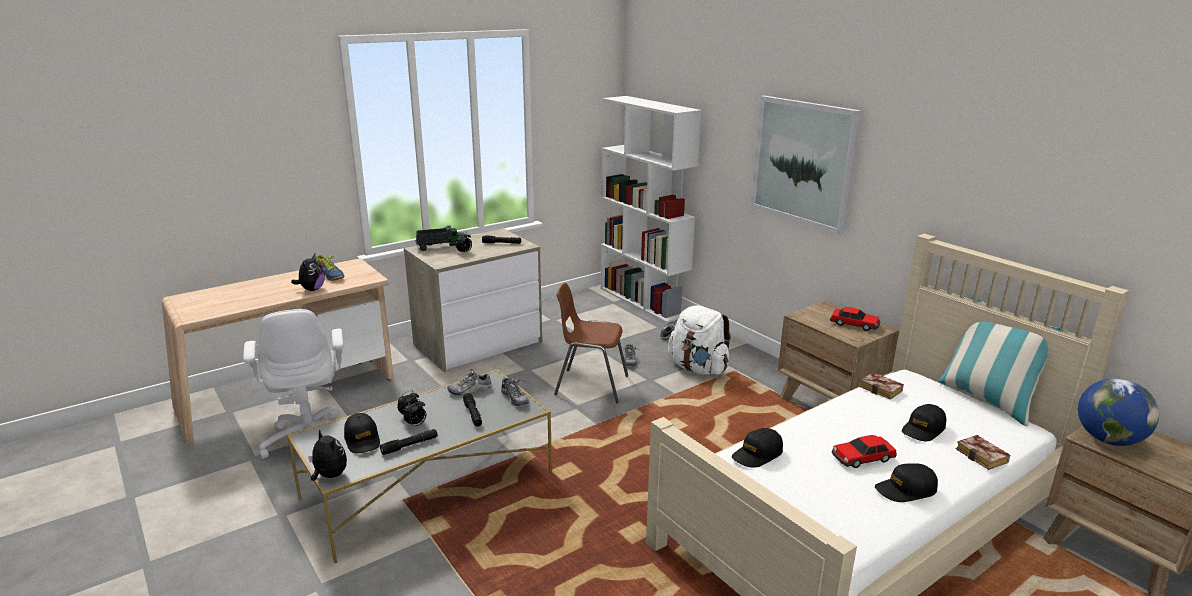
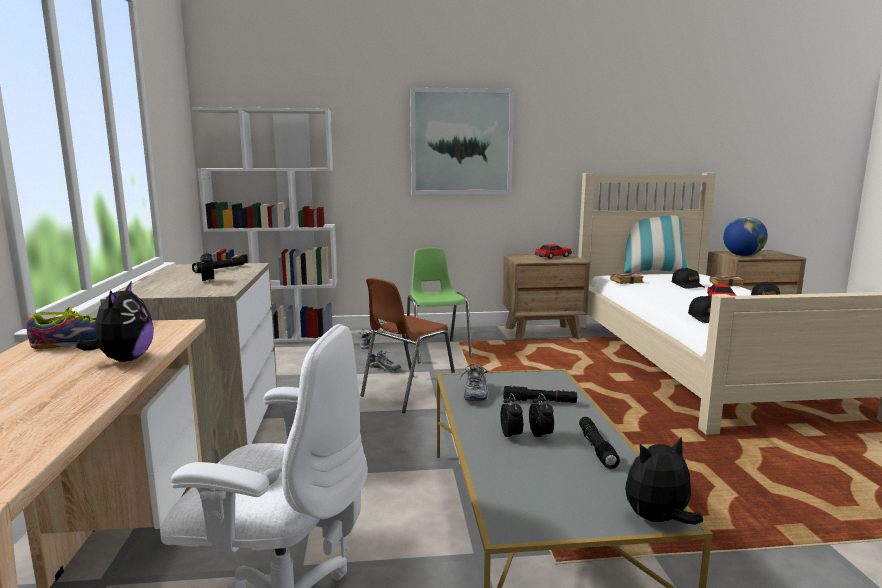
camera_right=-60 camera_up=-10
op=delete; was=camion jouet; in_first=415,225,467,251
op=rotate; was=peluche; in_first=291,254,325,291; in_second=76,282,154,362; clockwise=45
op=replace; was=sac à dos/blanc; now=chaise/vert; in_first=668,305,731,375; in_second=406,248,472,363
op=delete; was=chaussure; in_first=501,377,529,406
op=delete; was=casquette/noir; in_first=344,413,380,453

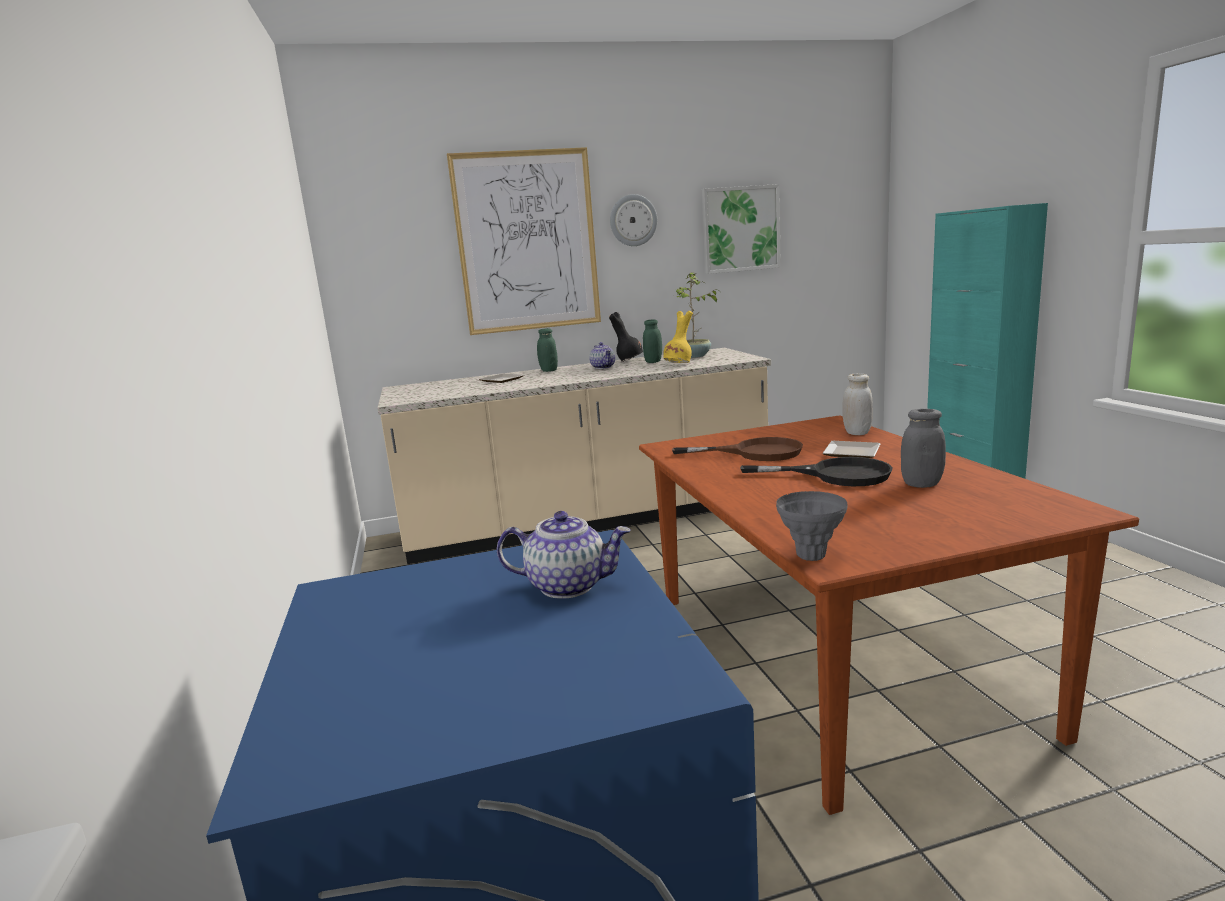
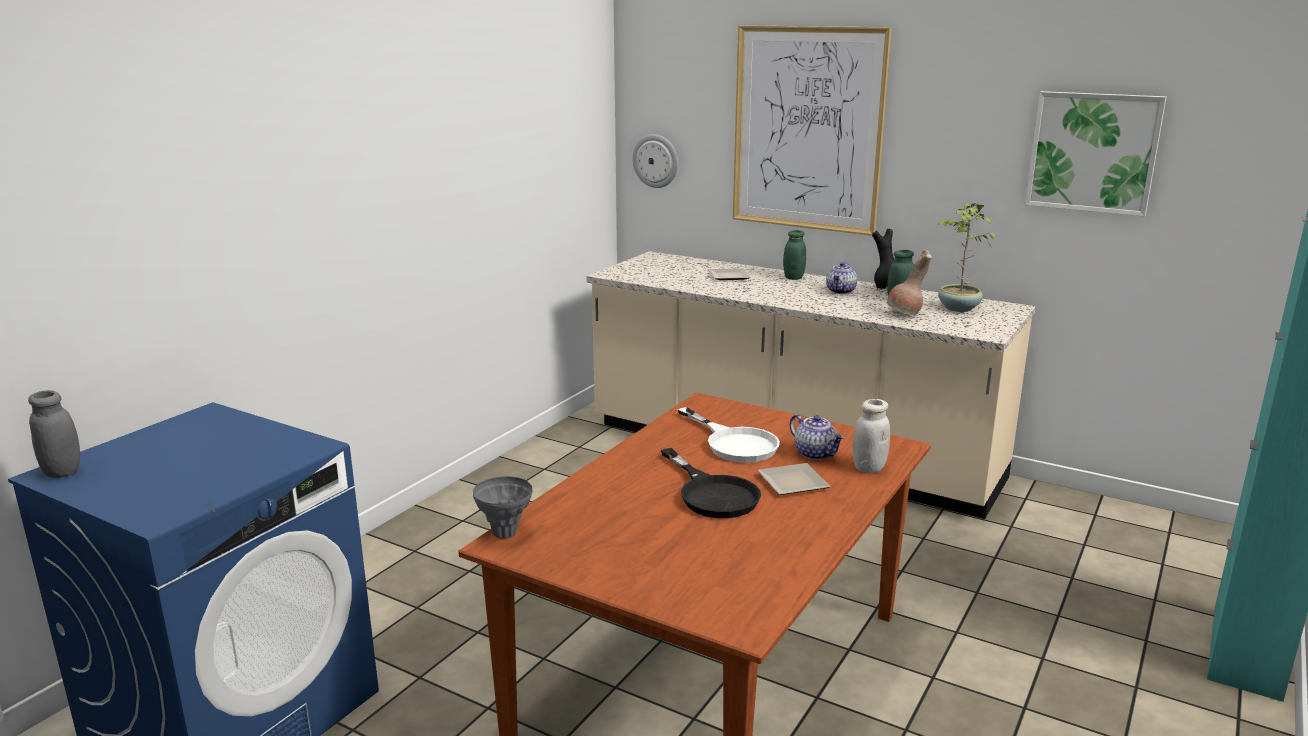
camera_right=45 camera_up=5
op=move; was=horloge murale; in_first=610,194,657,246; in_second=632,134,678,188
op=recolor; was=vase/jaune; now=vase/marron; in_first=663,311,693,363; in_second=886,250,932,316
op=move; was=bocal/gris; in_first=901,409,946,488; in_second=28,390,80,478
op=recolor; was=poêle/marron; now=poêle/blanc; in_first=672,437,803,461; in_second=678,407,780,463
op=move; was=théière; in_first=497,511,631,599; in_second=790,414,844,460

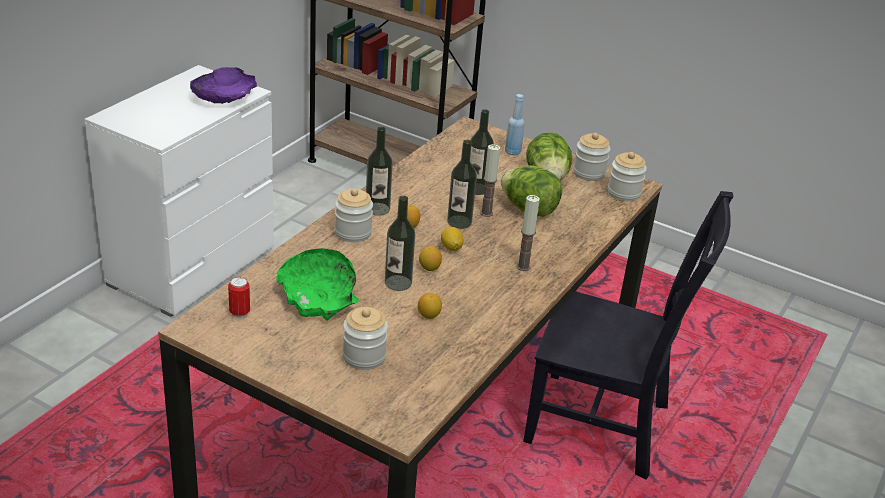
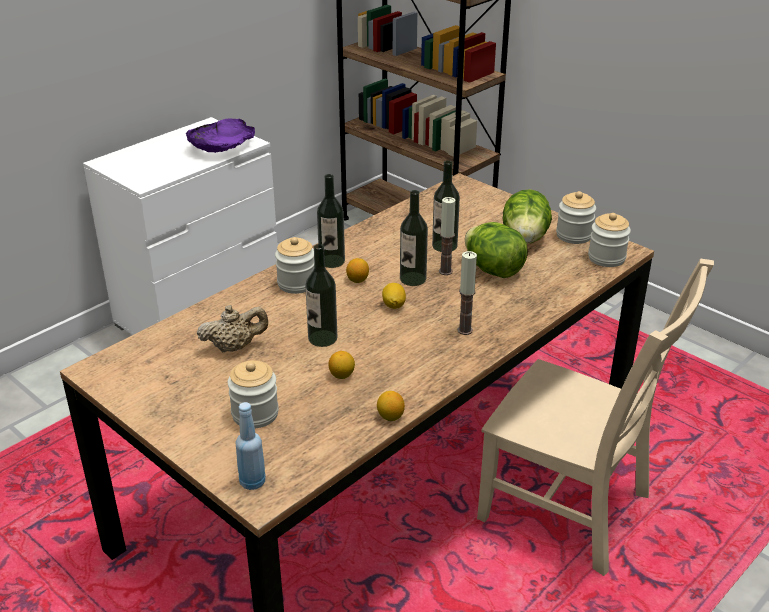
camera_right=15 camera_up=0
op=move; was=bouteille/bleu; in_first=505,94,525,155; in_second=235,402,266,490
op=recolor; was=chaise/noir; now=chaise/beige; in_first=523,191,734,480; in_second=477,259,714,576
op=move; was=citron; in_first=419,246,442,271; in_second=377,391,405,421
op=replace; was=bol/vert; now=théière/beige; in_first=276,248,359,321; in_second=197,305,268,352
op=delete; was=boîte métallique; in_first=228,277,250,318

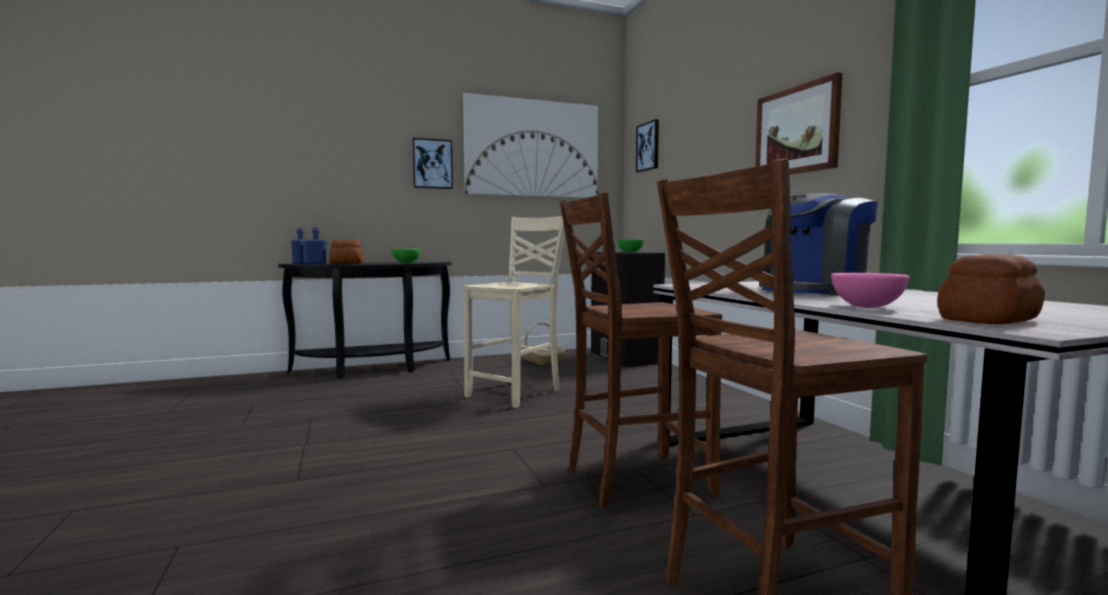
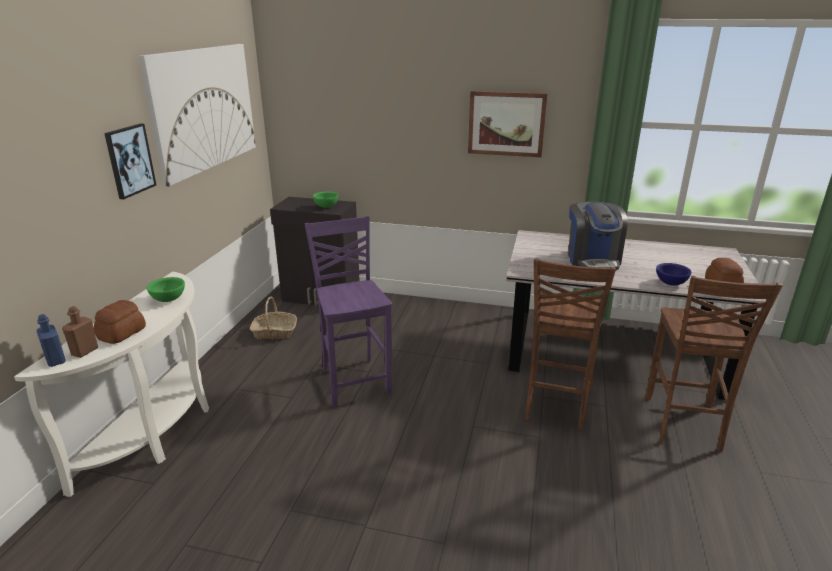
camera_right=-55 camera_up=20
op=delete; was=tableau; in_first=636,119,659,172
op=recolor; was=chaise/beige; now=chaise/violet; in_first=464,216,565,408; in_second=304,216,392,407
op=recolor; was=bouteille/bleu; now=bouteille/marron; in_first=306,228,327,264; in_second=62,306,98,358
op=recolor; was=table console/noir; now=table console/blanc; in_first=278,262,452,379; in_second=14,272,209,497
op=recolor; was=bol/rose; now=bol/bleu; in_first=831,273,910,308; in_second=656,263,692,286

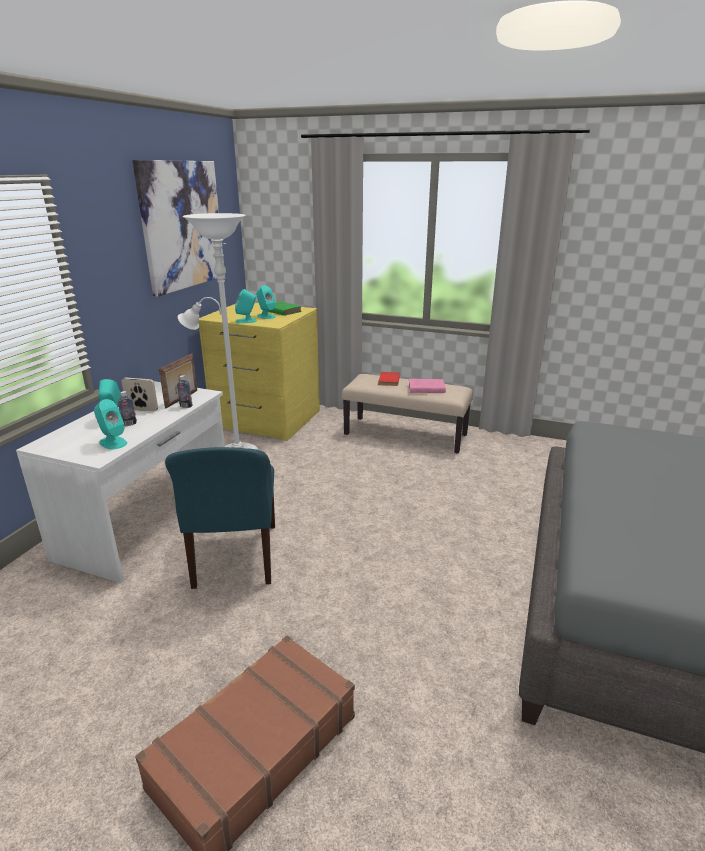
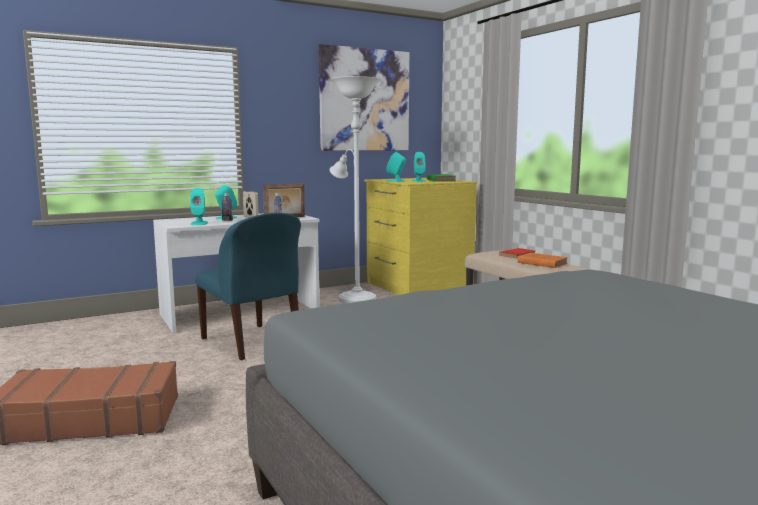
camera_right=40 camera_up=-15
op=recolor; was=livre/rose; now=livre/orange; in_first=408,379,446,393; in_second=518,253,568,268
op=rotate; was=chaise/bleu; in_first=165,447,275,589; in_second=195,213,301,360; clockwise=-75

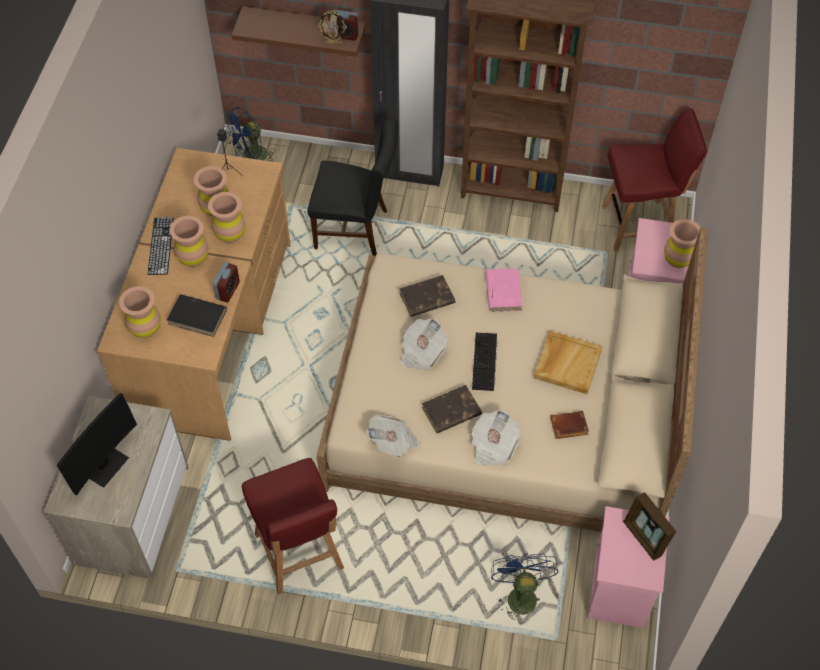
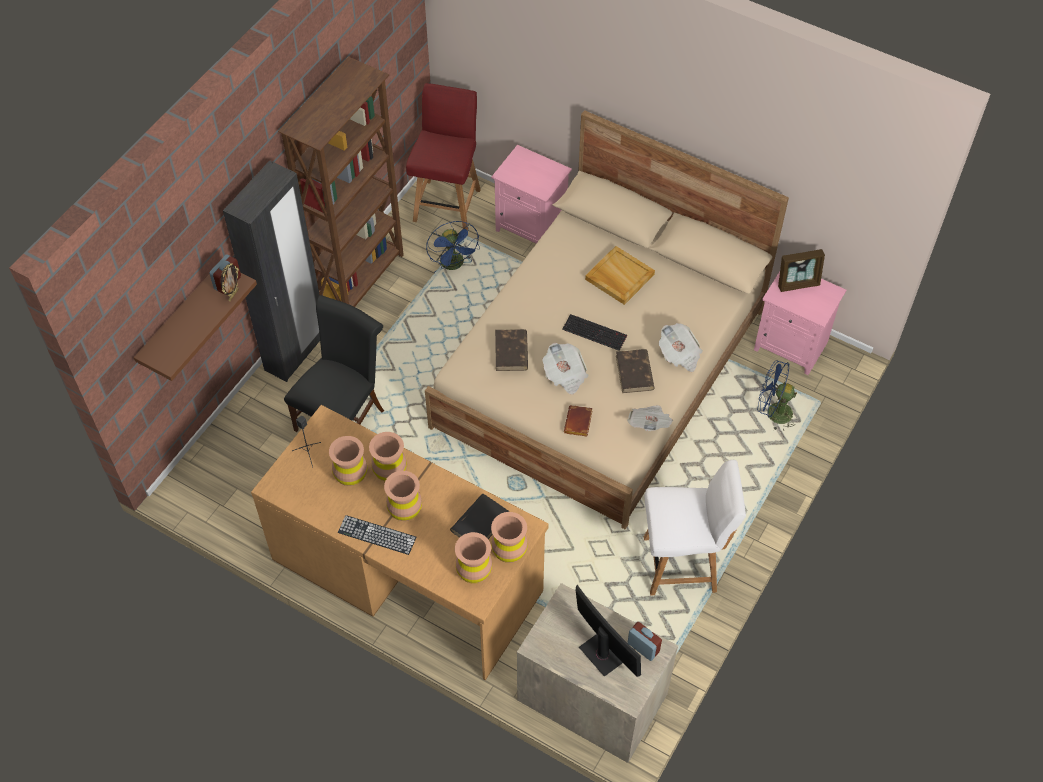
camera_right=-70 camera_up=0
op=move; was=ventilateur/bleu; in_first=223,107,275,162; in_second=426,221,480,273
op=move; was=vase/marron; in_first=664,219,701,268; in_second=491,512,528,563
op=move; was=réveil; in_first=213,262,240,303; in_second=627,622,662,661
op=delete; was=livre/rose; in_first=485,268,522,312
op=move; was=livre/marron; in_first=550,411,589,439; in_second=564,405,592,437
op=recolor; was=chaise/rouge; now=chaise/blanc; in_first=242,458,344,595; in_second=644,460,746,595

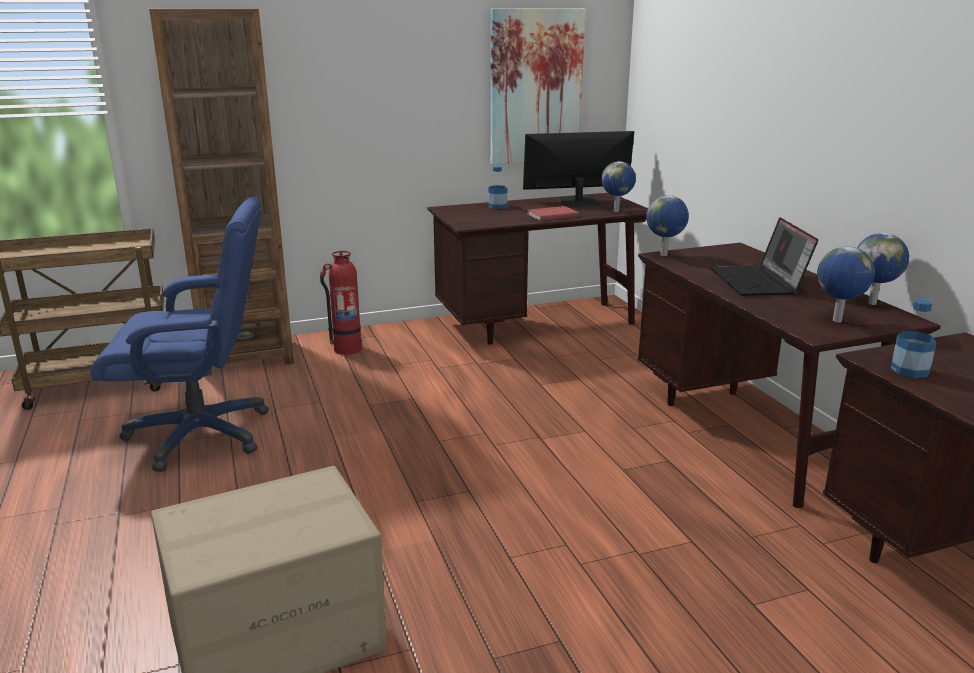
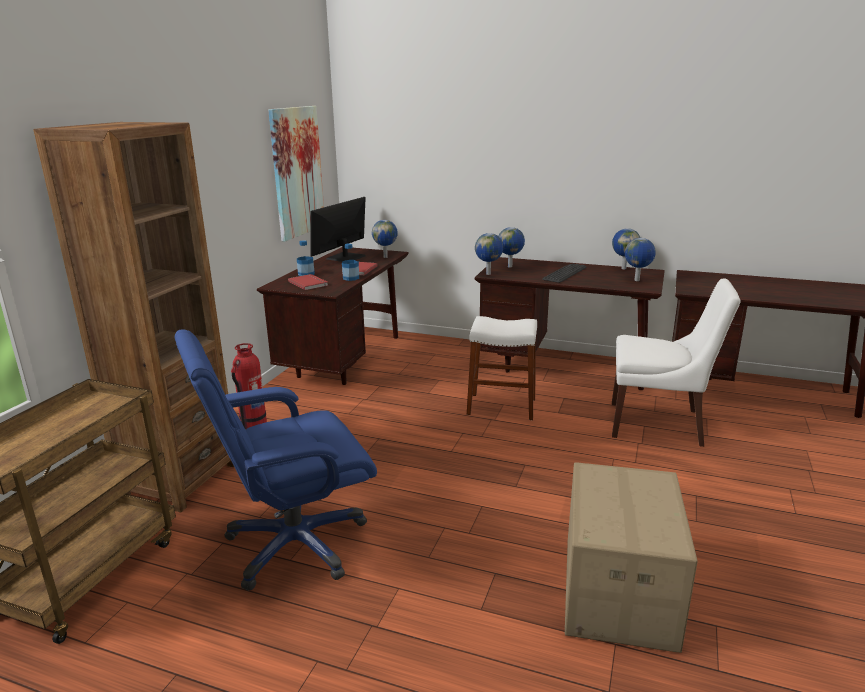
camera_right=-50 camera_up=0
op=rotate; was=chaise de bureau/bleu; in_first=90,196,269,472; in_second=175,329,377,591; clockwise=-150
op=replace; was=ordinateur portable; now=clavier; in_first=711,217,818,296; in_second=542,263,587,283
op=move; was=bouteille; in_first=891,299,936,378; in_second=342,244,359,281
op=insert; now=globe; in_second=498,227,525,268
op=insert; now=livre/rouge; in_second=288,274,328,290
op=insert; now=chaise/blanc; in_second=612,278,741,447
op=insert; now=tabouret/blanc; in_second=467,316,537,420

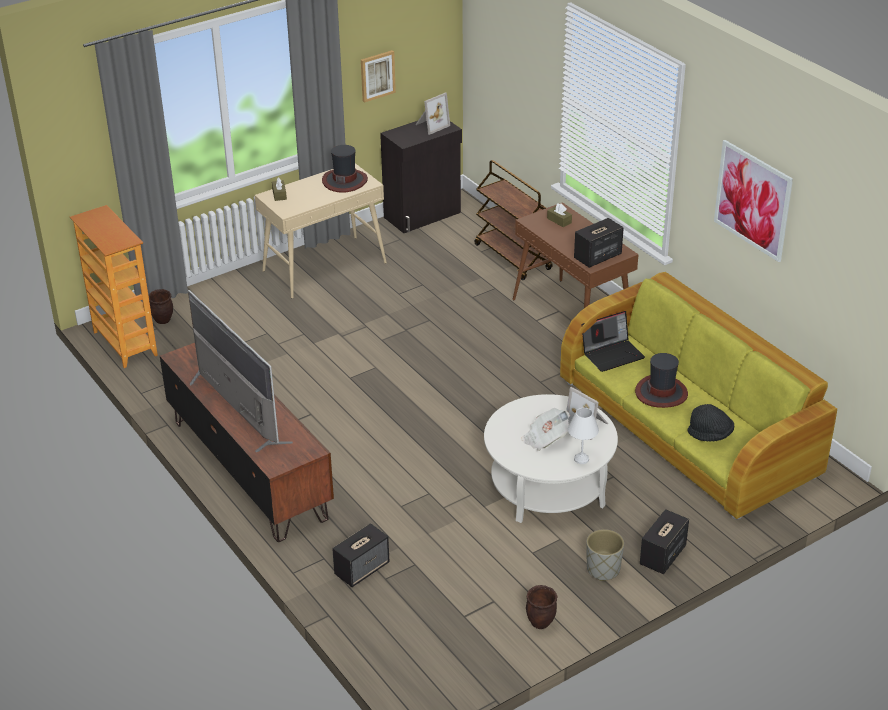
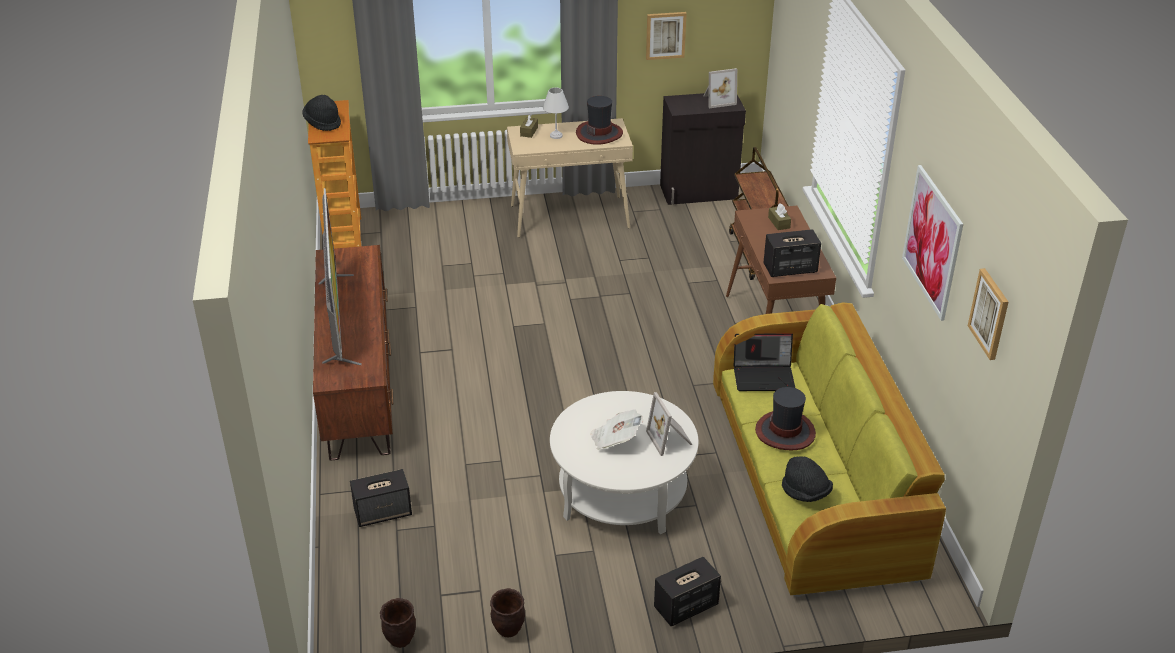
camera_right=25 camera_up=0
op=move; was=cache-pot/marron; in_first=148,289,173,324; in_second=380,598,416,648
op=move; was=lampe de table/blanc; in_first=568,407,599,464; in_second=543,87,569,139
op=delete; was=cache-pot/gris; in_first=586,529,624,581
op=insert; now=chapeau/noir; in_second=302,95,341,131
op=insert; now=tableau; in_second=968,268,1008,360

